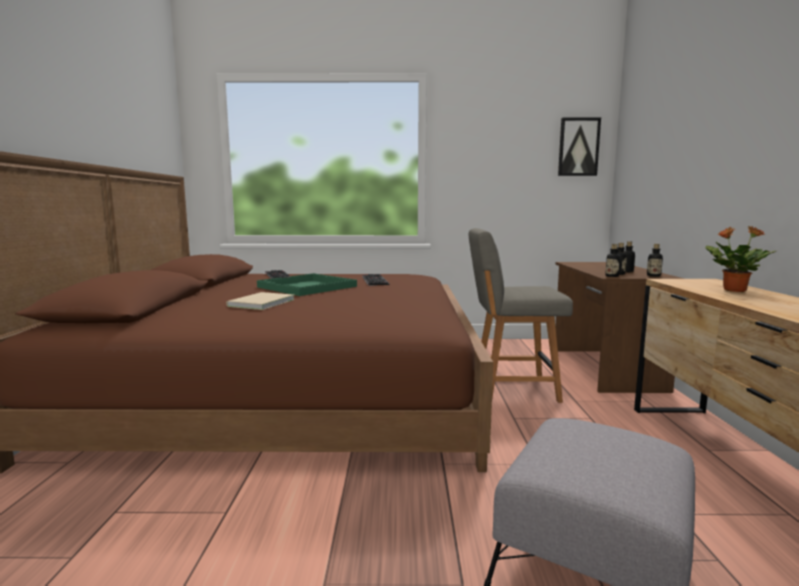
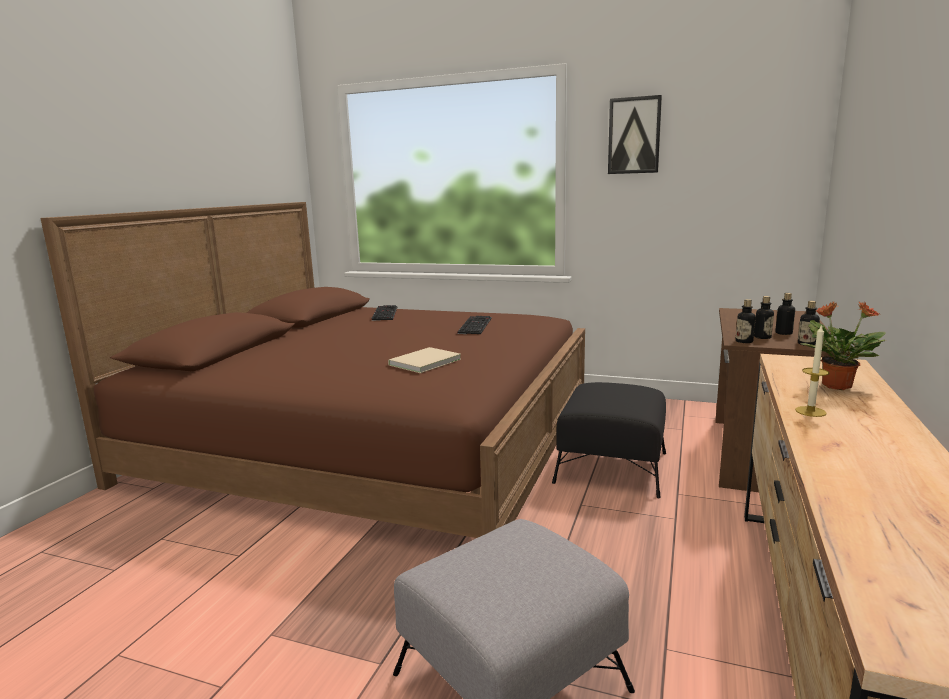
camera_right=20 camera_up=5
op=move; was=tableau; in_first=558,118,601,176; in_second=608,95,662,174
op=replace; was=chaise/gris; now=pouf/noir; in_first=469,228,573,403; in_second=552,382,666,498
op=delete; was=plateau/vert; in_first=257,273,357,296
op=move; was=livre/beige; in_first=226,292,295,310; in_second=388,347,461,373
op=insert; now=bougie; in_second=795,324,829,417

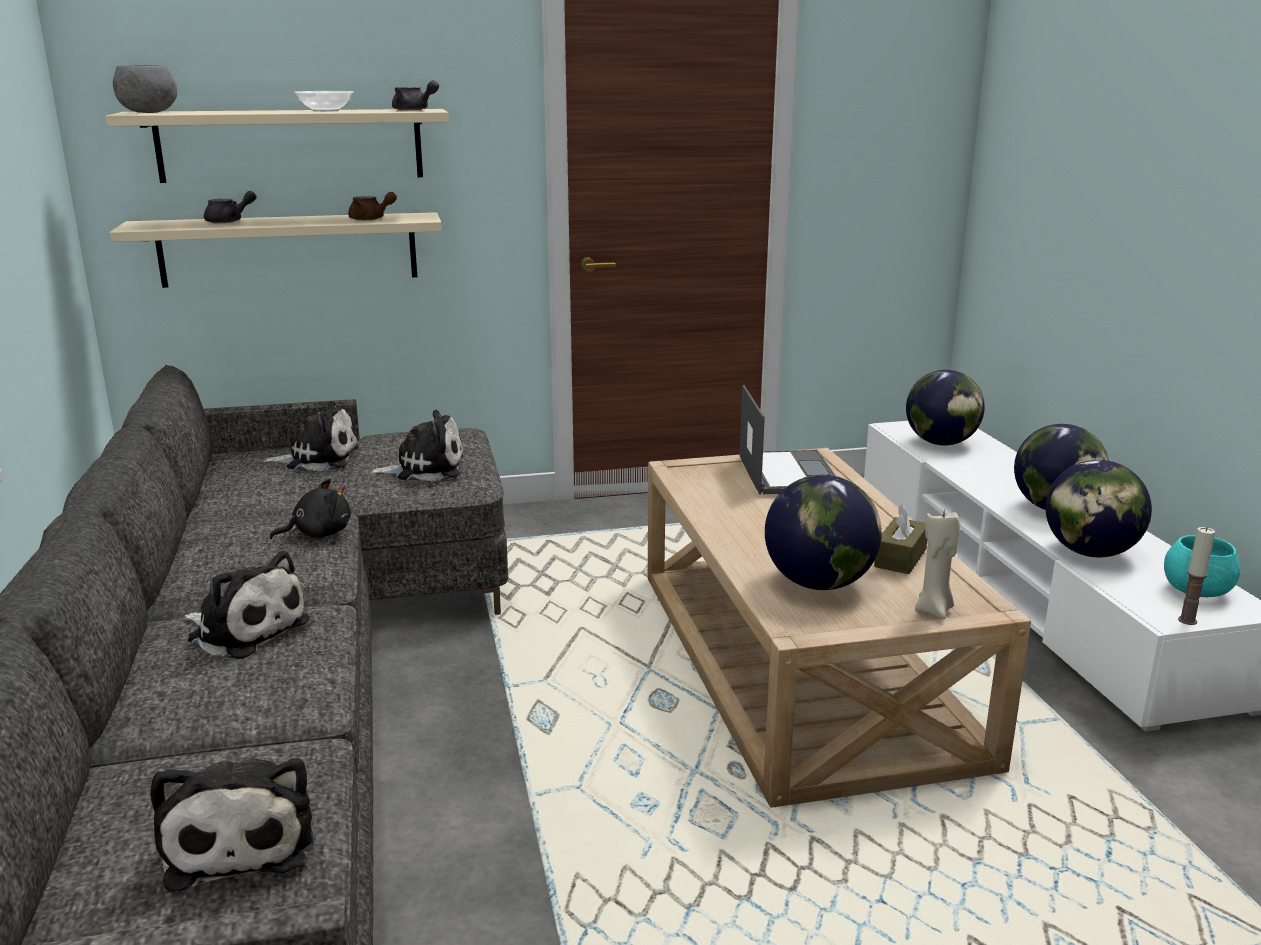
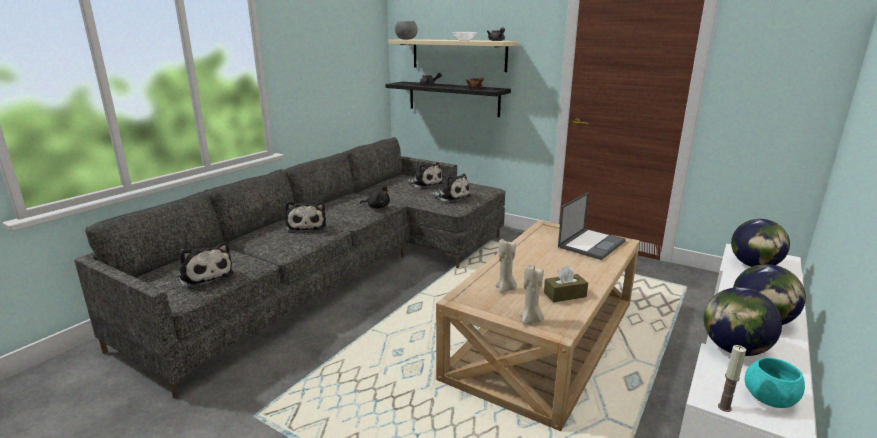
camera_right=45 camera_up=0
op=recolor; was=étagère/beige; now=étagère/noir; in_first=110,212,442,288; in_second=385,82,511,117
op=replace; was=globe; now=bougie/beige; in_first=765,475,882,590; in_second=496,239,517,293
op=rotate; was=peluche; in_first=150,758,314,892; in_second=178,242,234,289; clockwise=-75

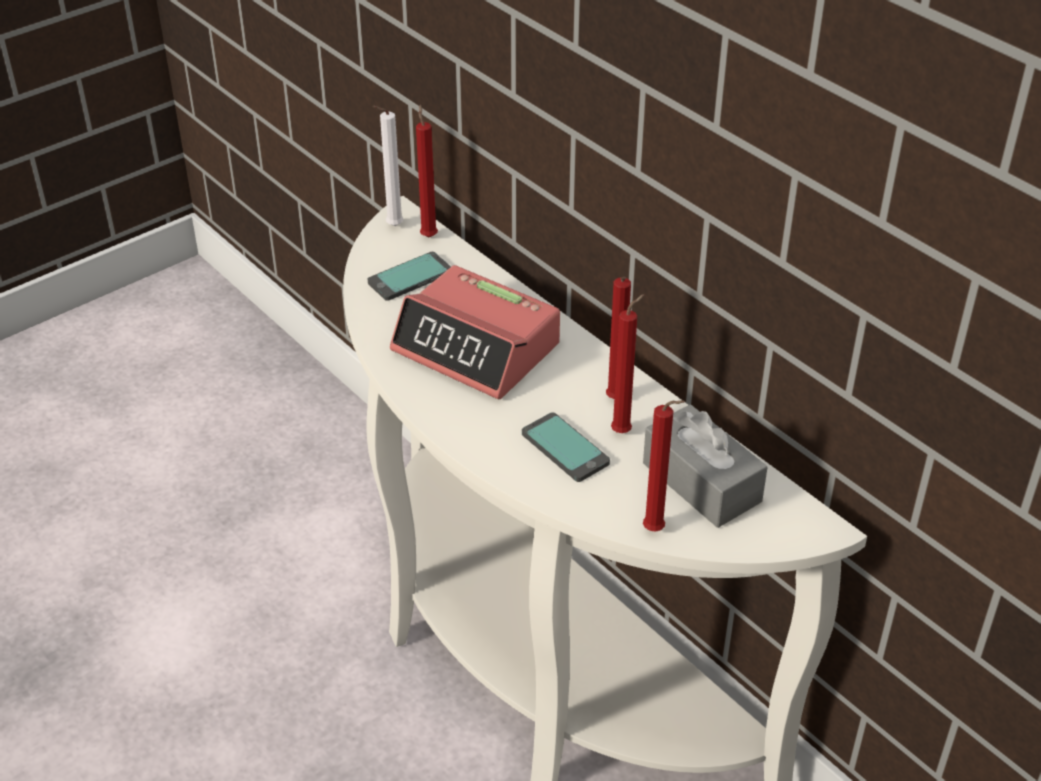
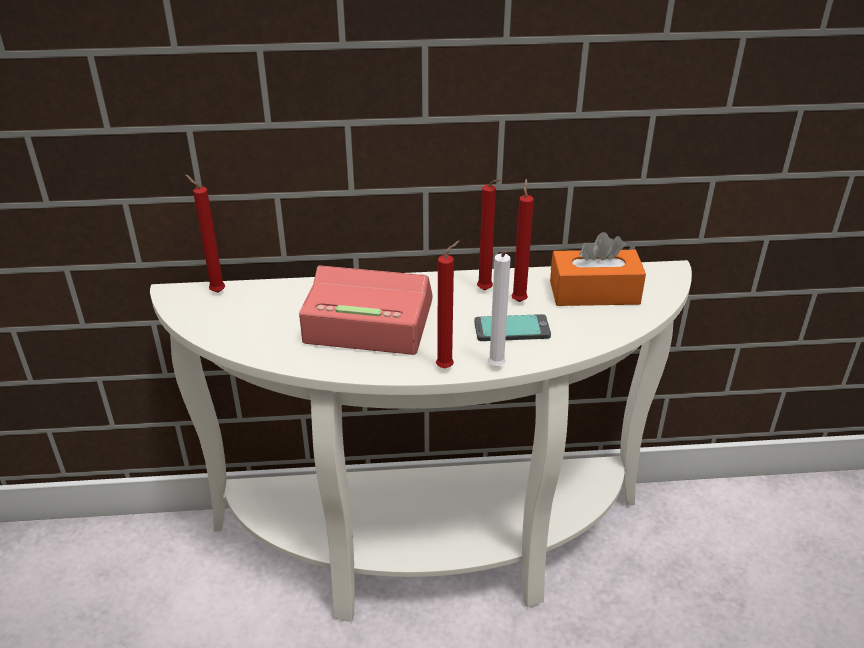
camera_right=-55 camera_up=-5
op=move; was=bougie/blanc; in_first=372,106,403,226; in_second=488,251,511,367
op=delete; was=téléphone; in_first=368,252,451,301
op=rotate; was=réveil; in_first=390,265,560,399; in_second=299,265,432,355; clockwise=-150
op=move; was=bougie/rouge; in_first=643,400,685,532; in_second=436,240,460,368
op=recolor; was=boîte à mouchoirs/gris; now=boîte à mouchoirs/orange; in_first=643,404,768,528; in_second=550,232,646,306

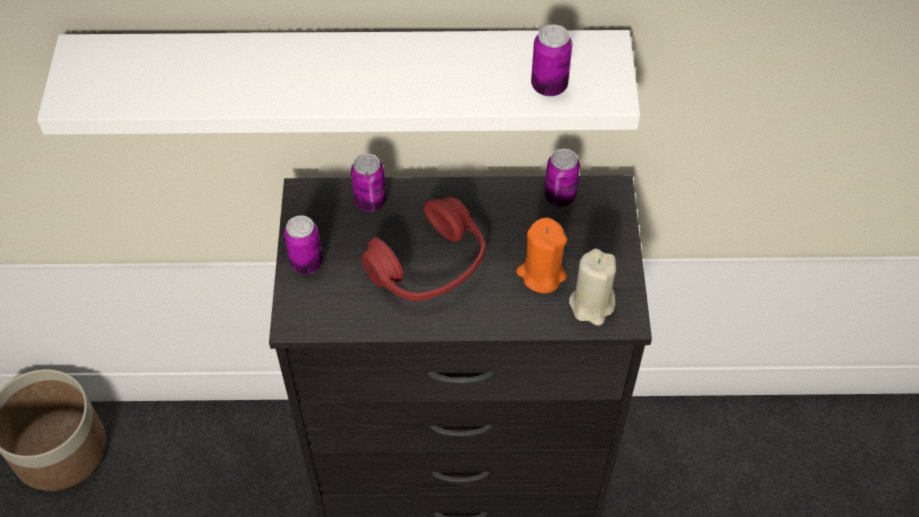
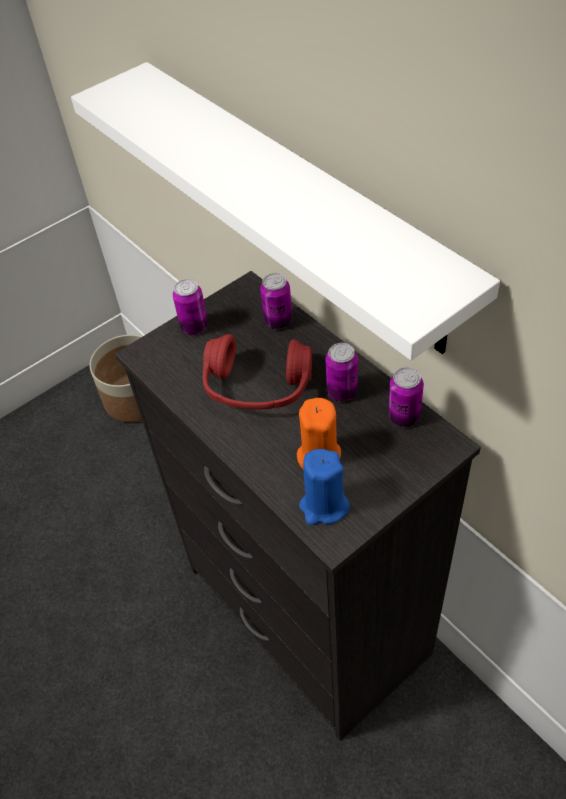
camera_right=55 camera_up=-5
op=move; was=boîte métallique; in_first=531,24,572,96; in_second=326,343,358,401
op=recolor; was=bougie/beige; now=bougie/bleu; in_first=569,249,616,326; in_second=299,449,350,525

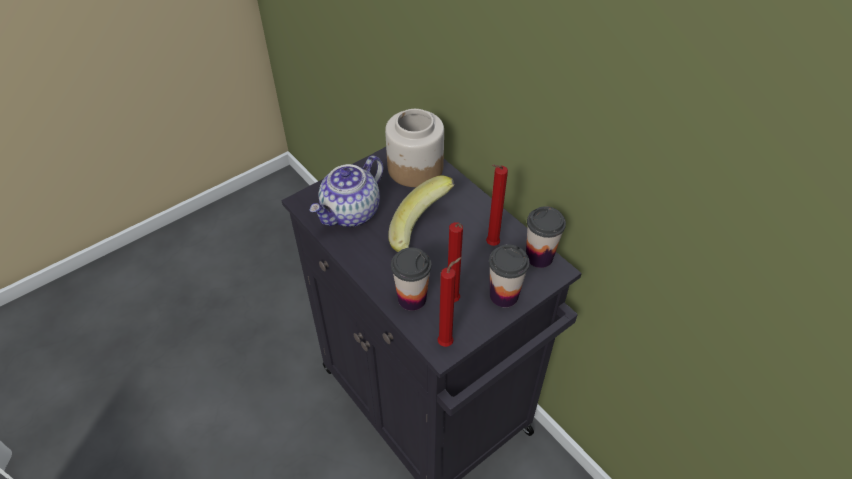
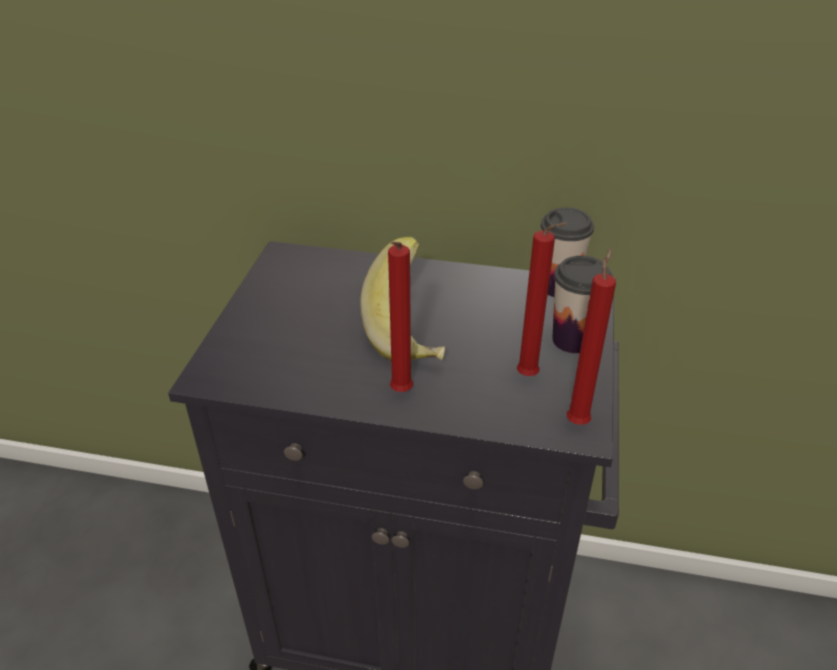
camera_right=-40 camera_up=-10
op=delete; was=bocal; in_first=385,109,444,187
op=delete; was=théière; in_first=309,155,383,227
op=move; was=bougie/rouge; in_first=486,164,508,246; in_second=388,242,413,392
op=delete; was=tasse; in_first=391,248,432,311

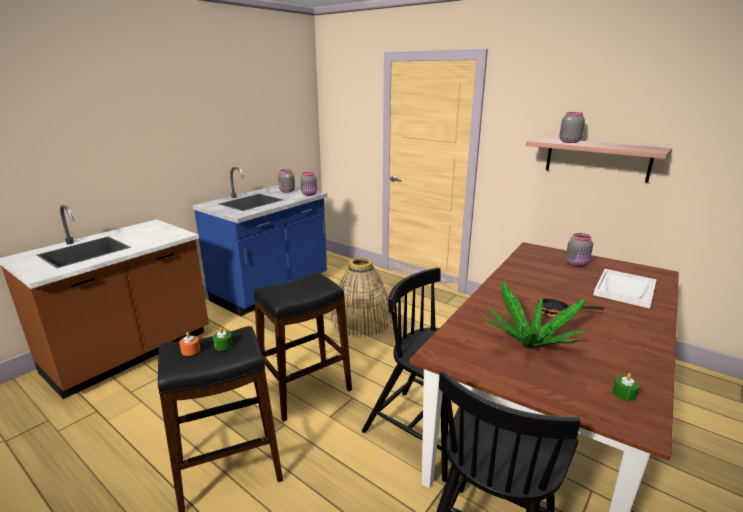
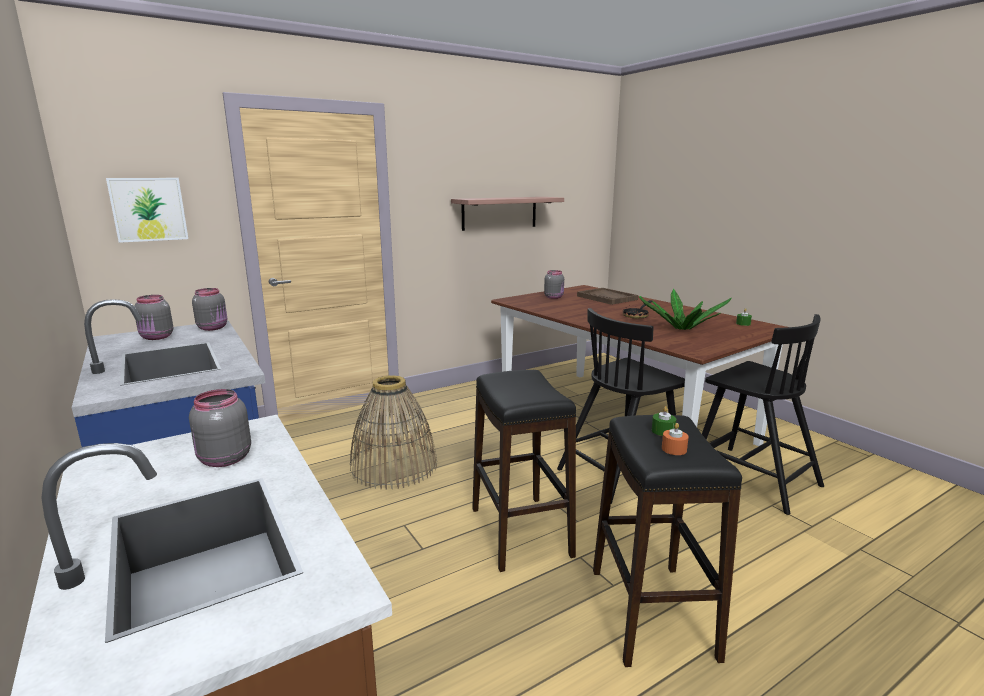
camera_right=-70 camera_up=-5
op=move; was=bocal/gris; in_first=560,112,585,143; in_second=189,389,251,467
op=recolor; was=plateau/blanc; now=plateau/marron; in_first=593,269,657,309; in_second=577,288,638,305
op=insert; now=tableau; in_second=106,178,188,243

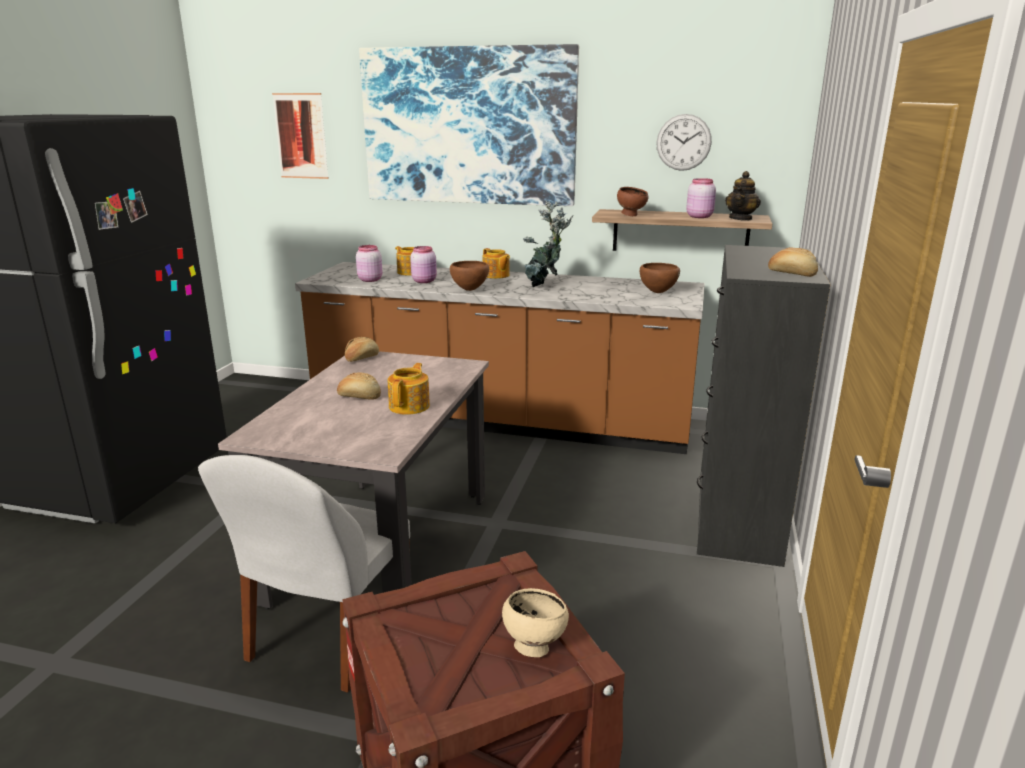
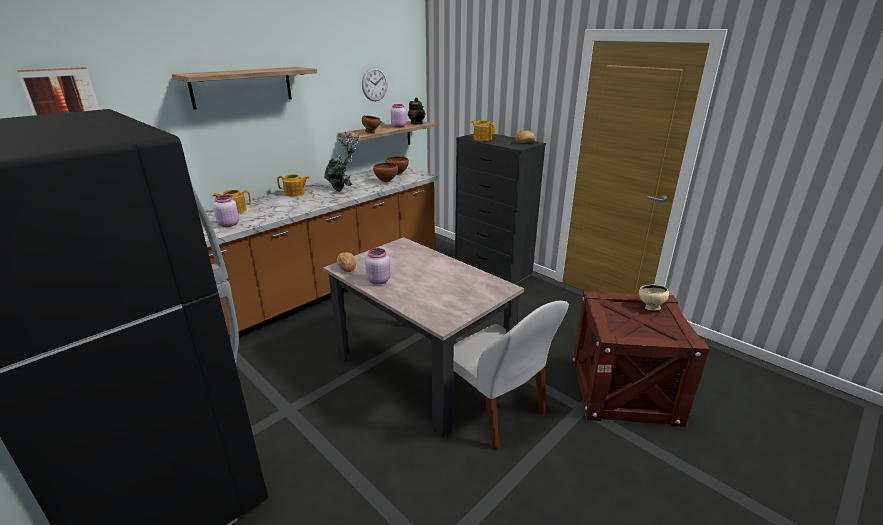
camera_right=-60 camera_up=5
op=replace; was=tableau; now=étagère; in_first=359,44,579,206; in_second=172,67,317,109
op=move; was=bocal/rose; in_first=410,246,437,283; in_second=365,248,391,285
op=move; was=bol/marron; in_first=450,261,489,291; in_second=373,163,398,182
op=move; was=théière; in_first=388,363,430,415; in_second=472,120,495,141
op=delete; was=pain; in_first=337,373,381,400

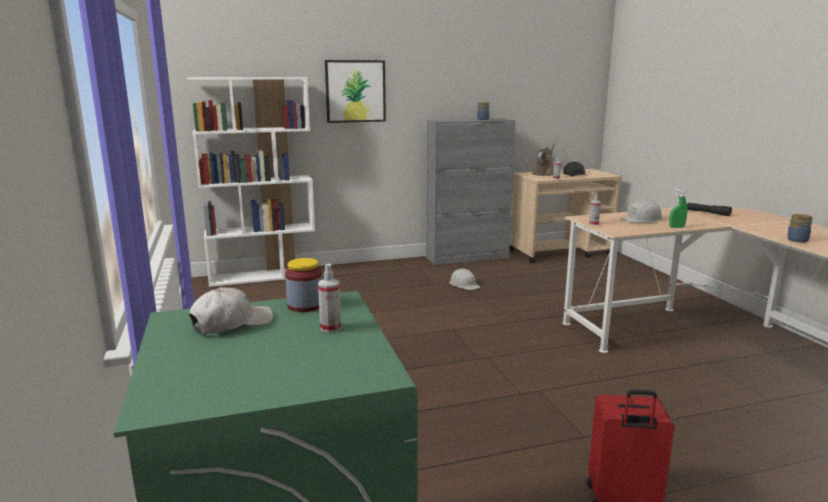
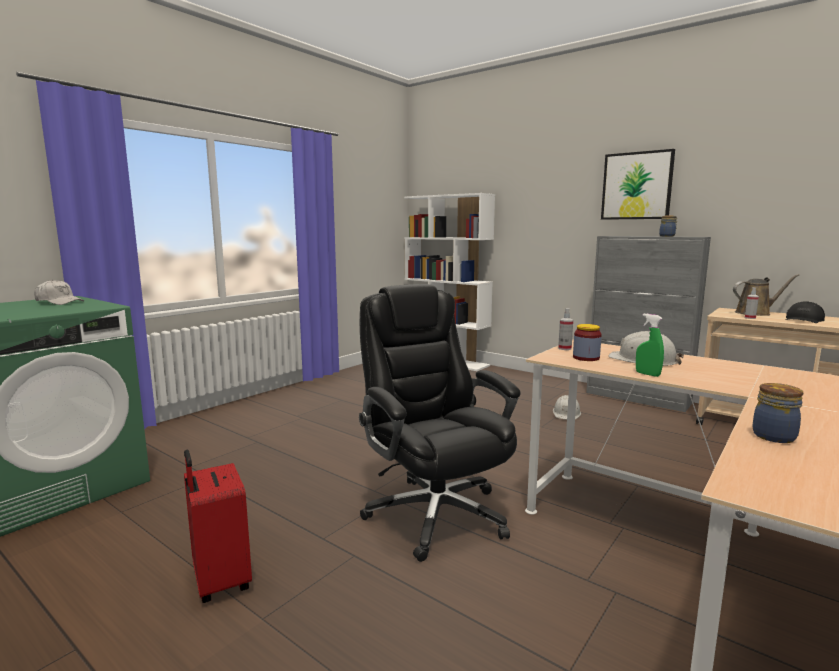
camera_right=55 camera_up=-5
op=move; was=tableau; in_first=325,60,386,123; in_second=601,149,675,220
op=delete; was=lampe de poche/noir; in_first=687,203,732,216
op=move; was=bocal; in_first=285,258,322,312; in_second=573,324,602,361
op=delete; was=vaporisateur; in_first=318,264,341,333
op=insert; now=chaise de bureau/noir; in_second=359,284,520,562

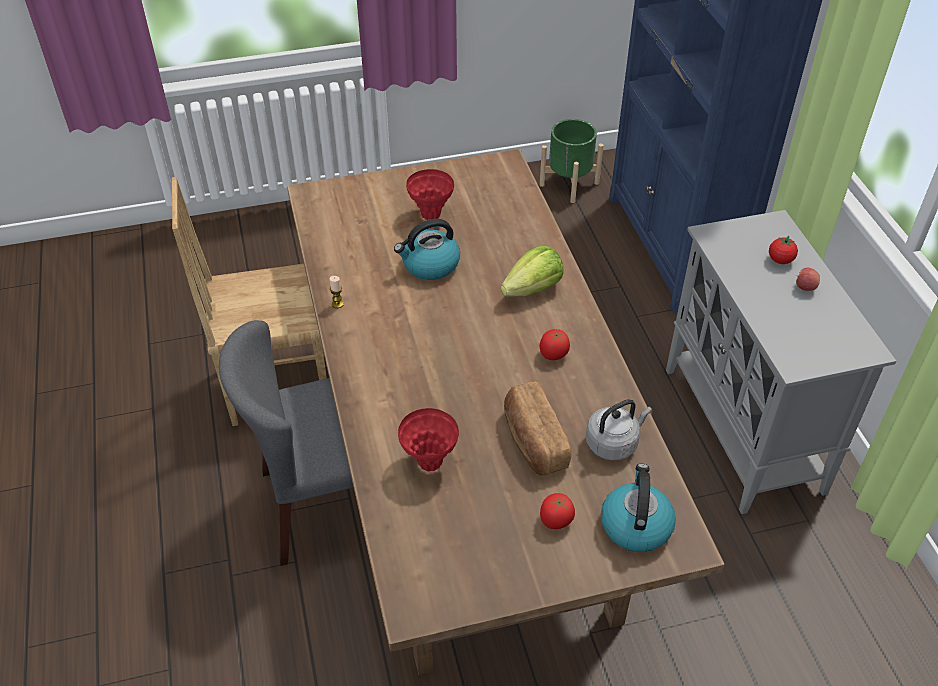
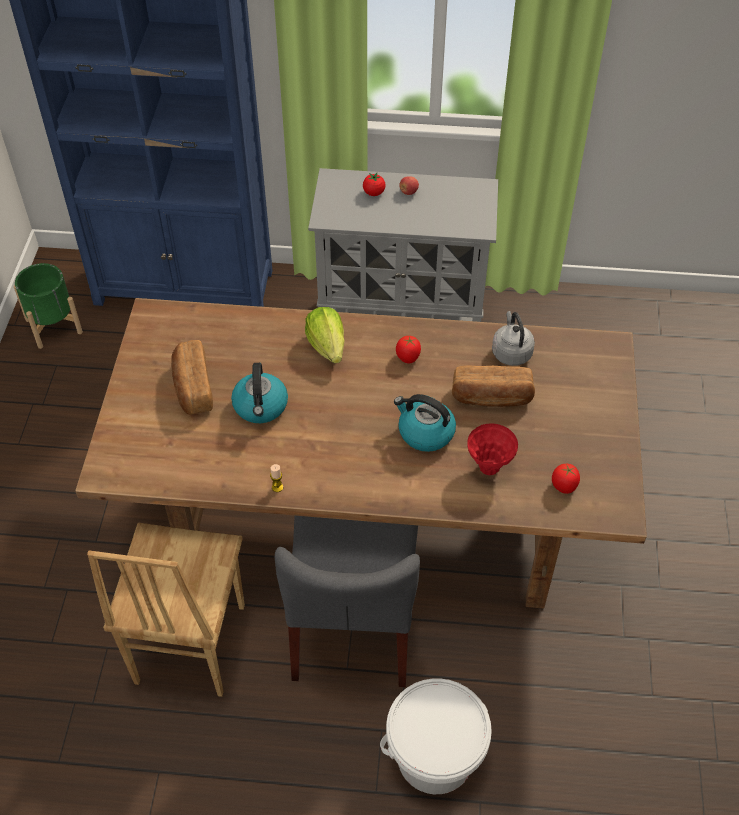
camera_right=-70 camera_up=5
op=replace; was=vase/rouge; now=pain; in_first=406,169,454,220; in_second=171,340,213,415
op=move; was=bouilloire; in_first=601,464,676,552; in_second=394,394,456,452
op=move; was=tomate; in_first=540,493,575,529; in_second=552,464,580,494
op=insert; now=seau/blanc; in_second=380,678,492,794

